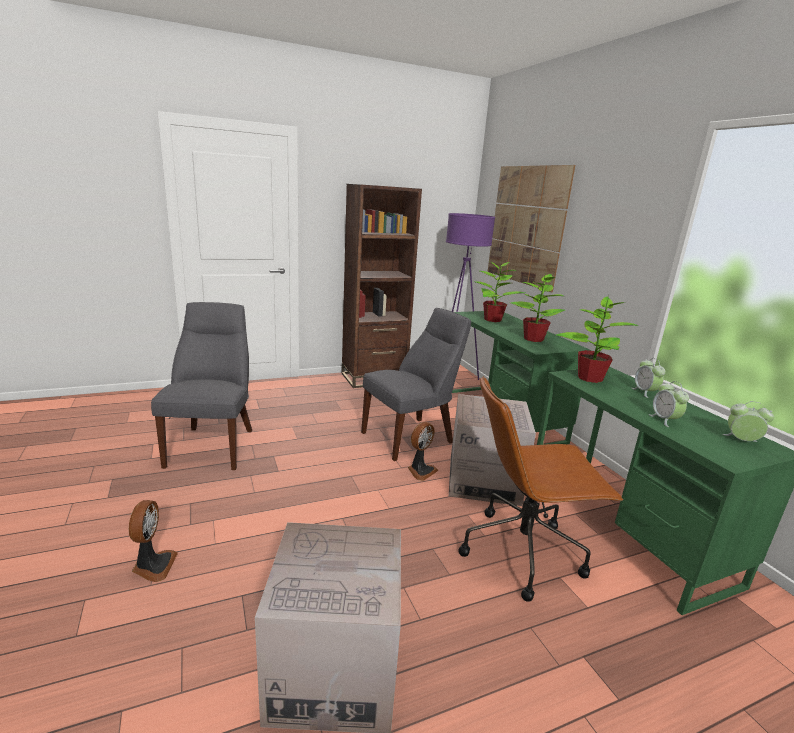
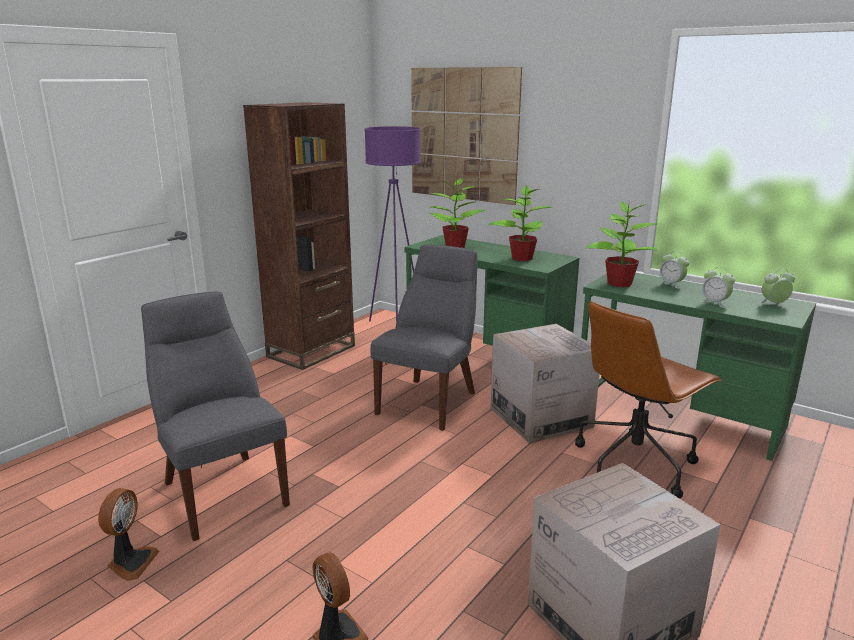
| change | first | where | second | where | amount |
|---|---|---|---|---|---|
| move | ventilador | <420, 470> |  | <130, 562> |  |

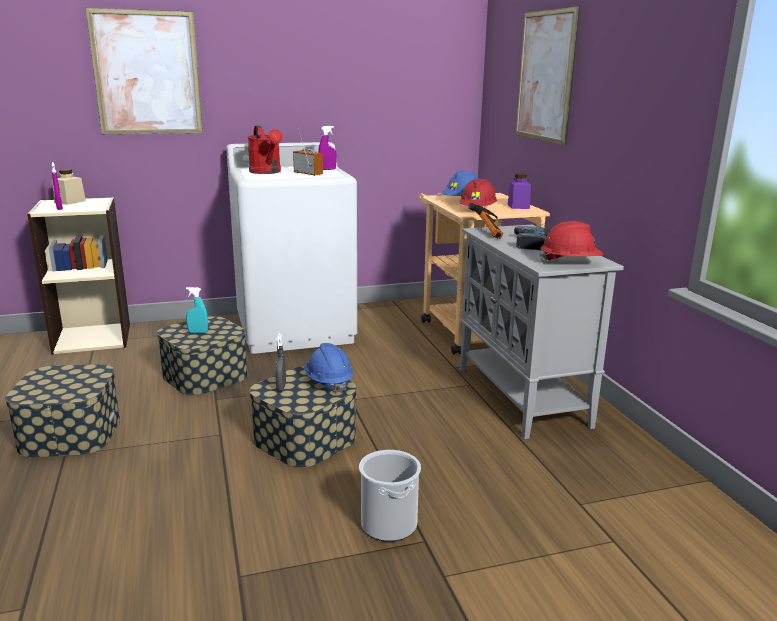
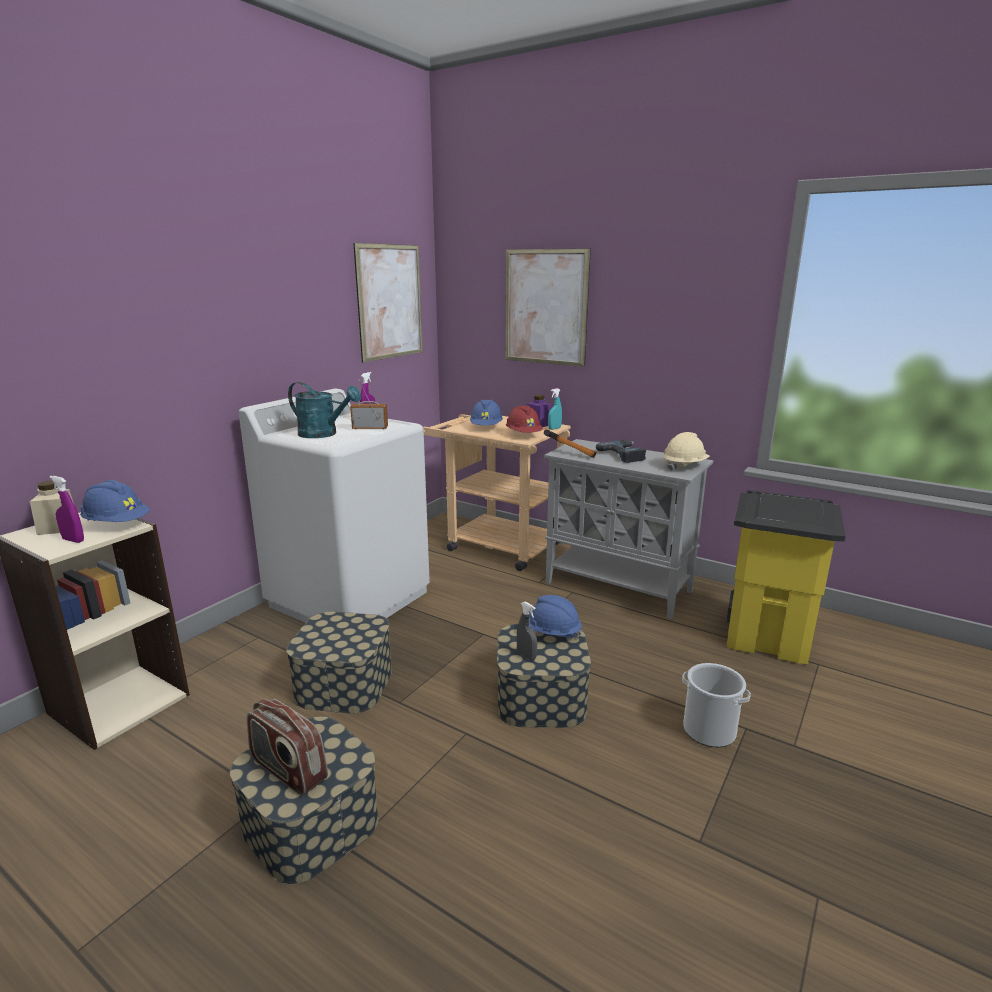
| change | first | where | second | where | amount |
|---|---|---|---|---|---|
| insert |  |  | casco (azul) | <117, 524> |  |
| insert |  |  | radio | <288, 770> |  |
| recolor | regadera (rojo) | <267, 172> | regadera (turquesa) | <324, 434> |  |
| move | cuadro | <147, 73> |  | <390, 302> |  |
| move | pulverizador (turquesa) | <198, 332> |  | <554, 428> |  |
| recolor | casco (rojo) | <570, 262> | casco (beis) | <684, 466> |  |
| insert |  |  | papelera (amarillo) | <768, 638> |  |

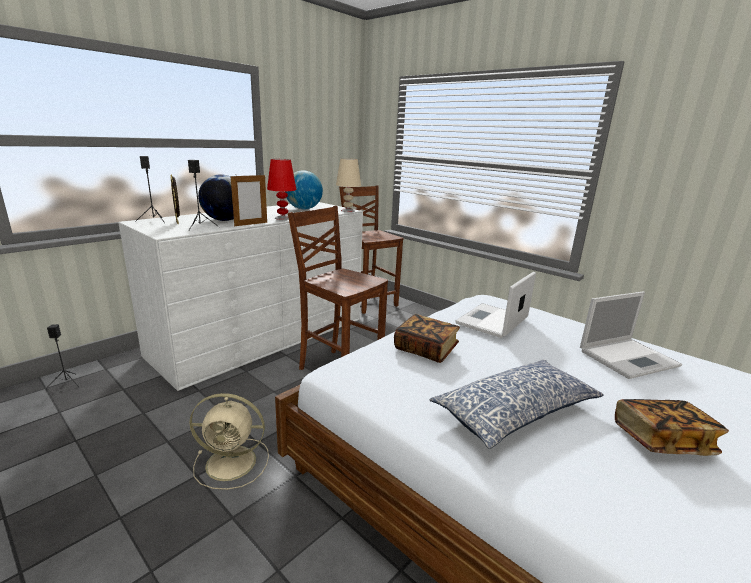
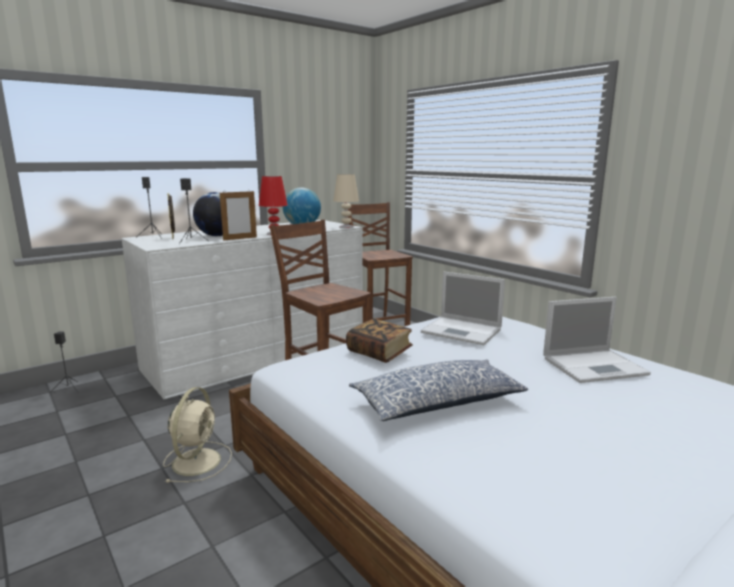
| change | first | where | second | where | amount |
|---|---|---|---|---|---|
| rotate | ventilador (beis) | <233, 463> |  | <197, 460> | 90 degrees counterclockwise |
| rotate | portátil | <492, 321> |  | <463, 331> | 105 degrees counterclockwise |
| delete | libro | <661, 440> |  |  |  |

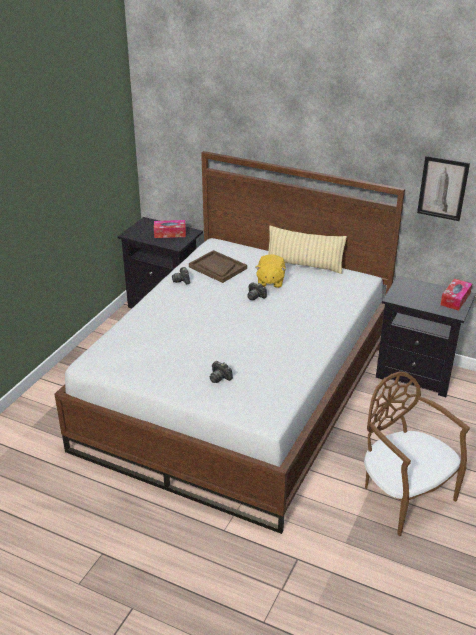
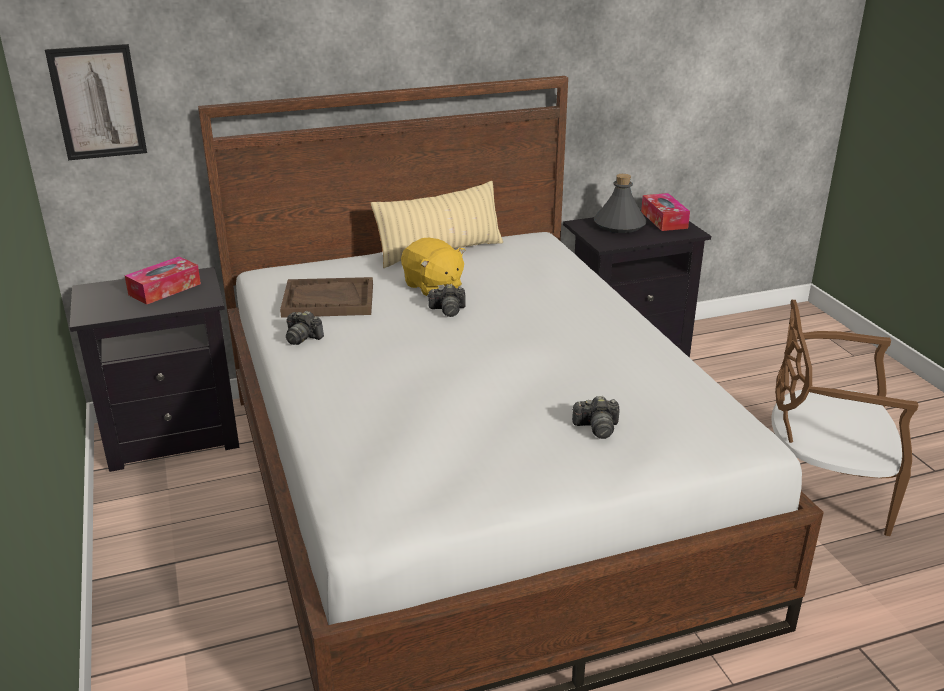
| change | first | where | second | where | amount |
|---|---|---|---|---|---|
| move | cuadro | <442, 188> |  | <98, 102> |  |
| insert |  |  | botella (gris) | <619, 225> |  |

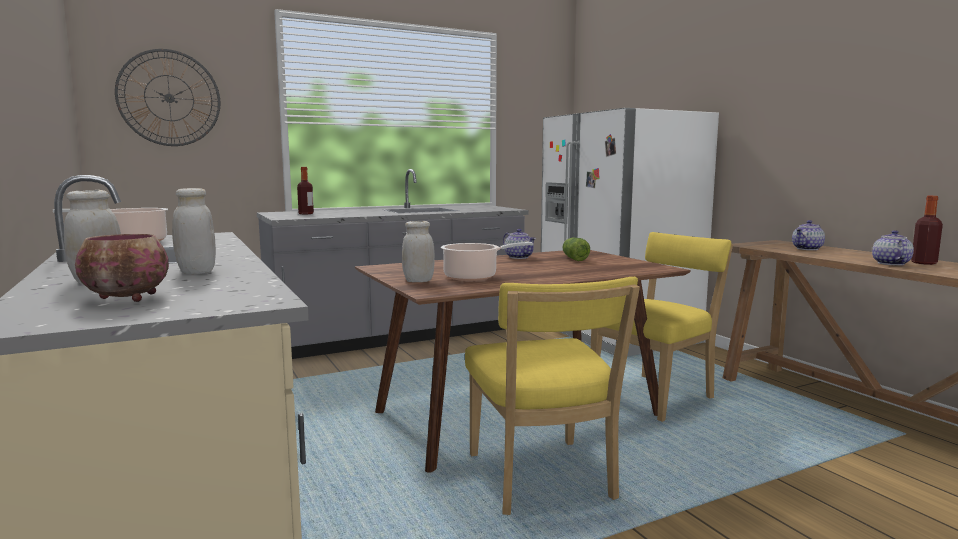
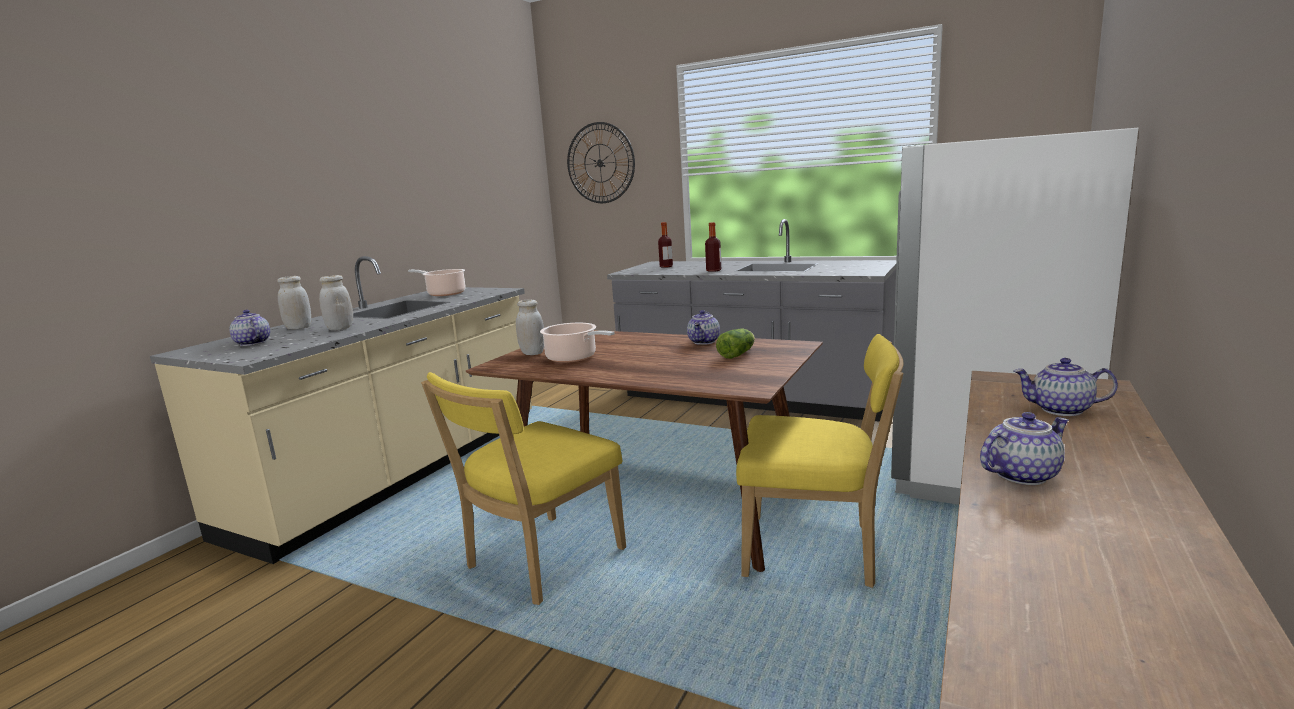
| change | first | where | second | where | amount |
|---|---|---|---|---|---|
| replace | cuenco | <128, 298> | tetera | <251, 343> |  |
| move | botella | <924, 263> |  | <713, 270> |  |

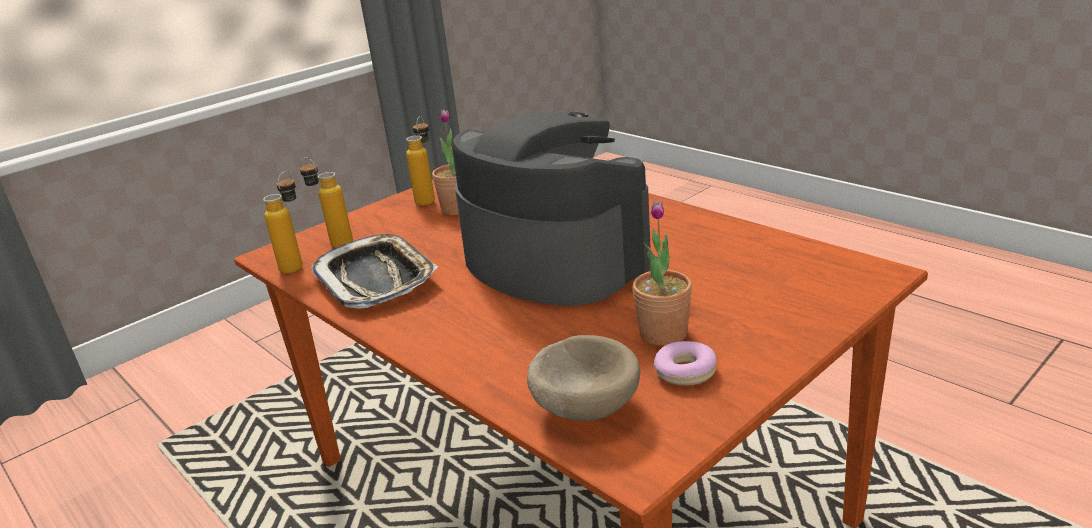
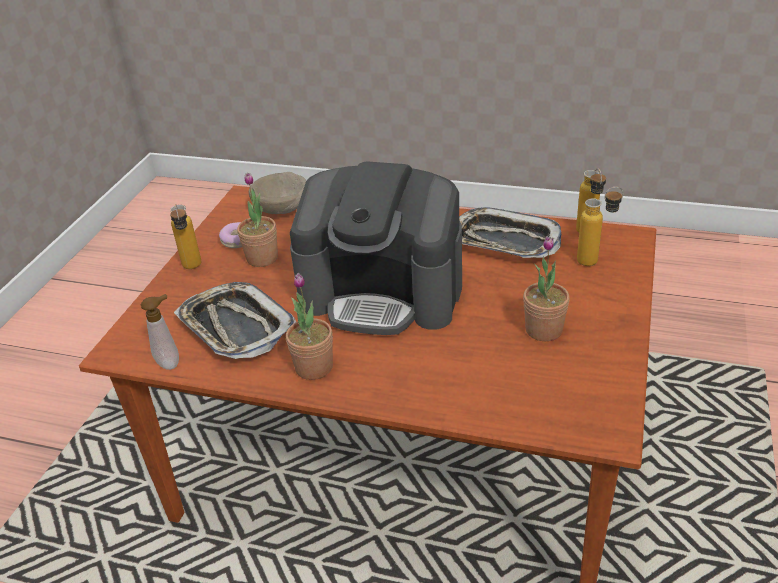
| change | first | where | second | where | amount |
|---|---|---|---|---|---|
| insert |  |  | dispensador de jabón | <170, 362> |  |
| move | botella | <428, 199> |  | <192, 269> |  |
| insert |  |  | bandeja | <236, 327> |  |
| insert |  |  | planta en maceta | <314, 367> |  |

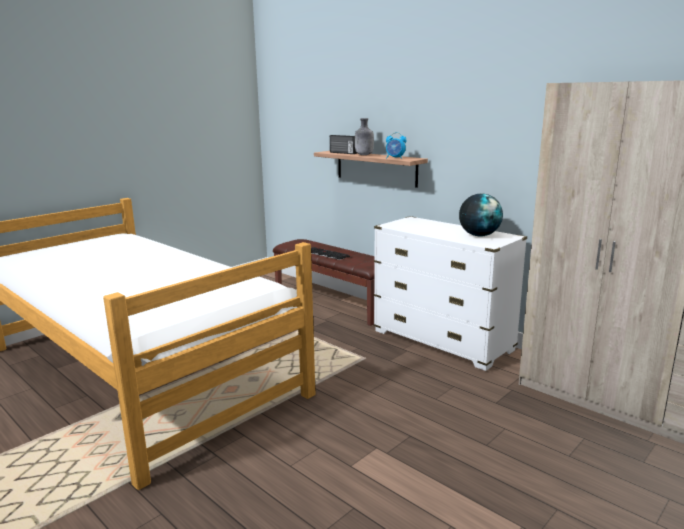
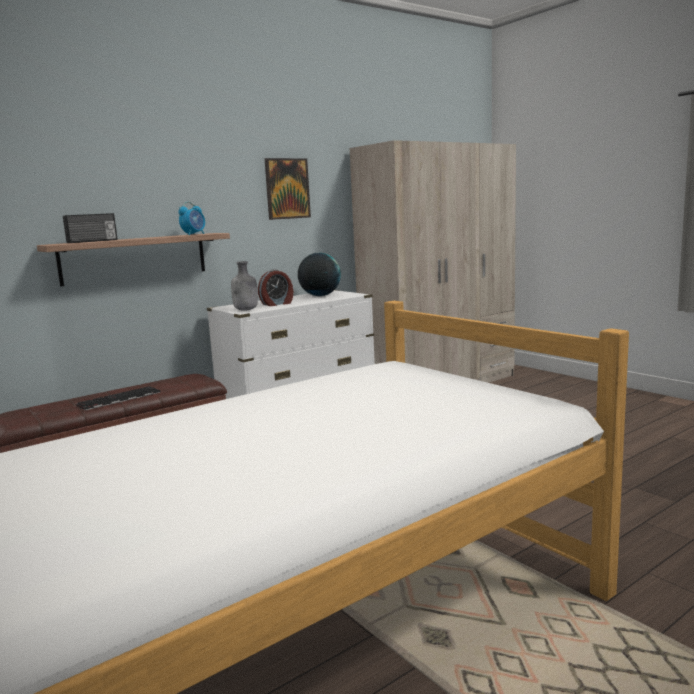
| change | first | where | second | where | amount |
|---|---|---|---|---|---|
| move | botella (gris) | <364, 155> |  | <246, 310> |  |
| insert |  |  | despertador | <277, 304> |  |
| insert |  |  | cuadro | <287, 188> |  |

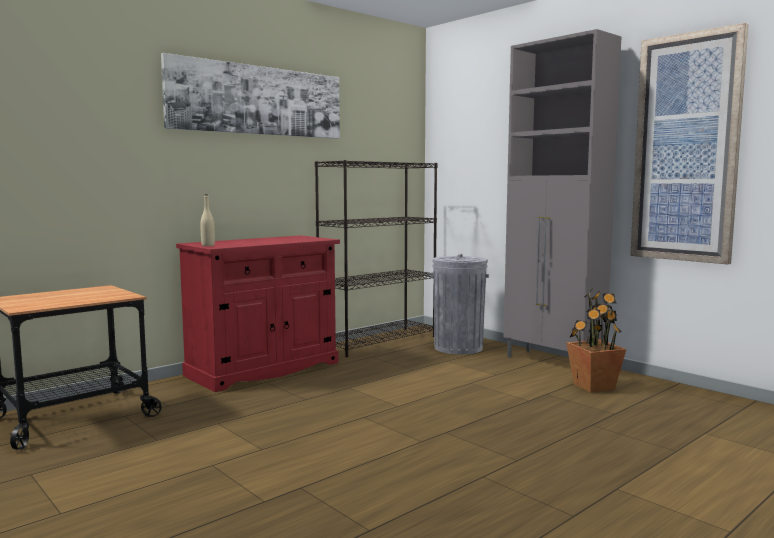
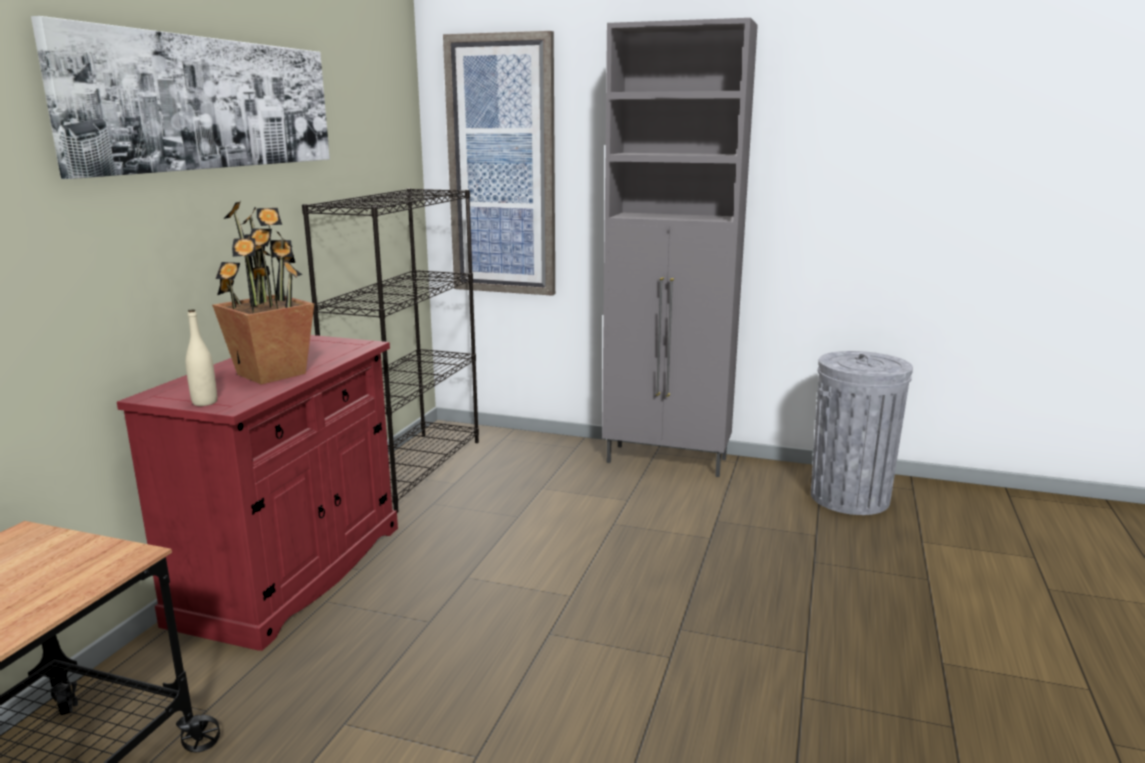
| change | first | where | second | where | amount |
|---|---|---|---|---|---|
| move | planta en maceta | <594, 386> |  | <272, 373> |  |
| move | cuadro | <686, 149> |  | <502, 168> |  |
| move | papelera (gris) | <458, 348> |  | <849, 497> |  |

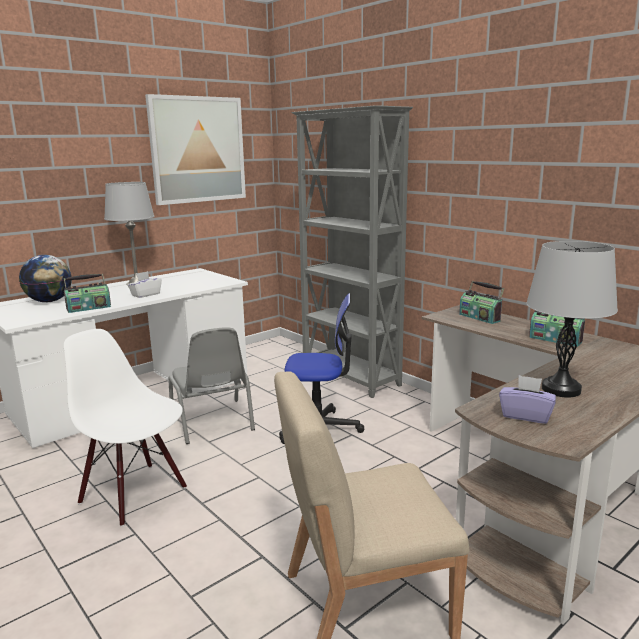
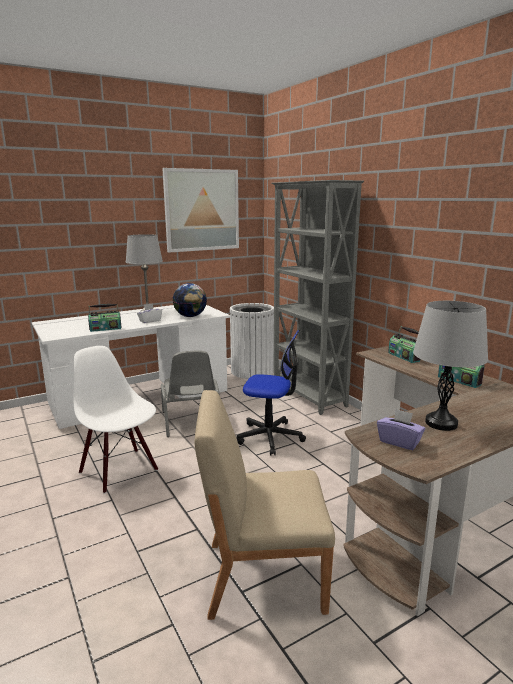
| change | first | where | second | where | amount |
|---|---|---|---|---|---|
| move | globo terráqueo | <49, 301> |  | <190, 316> |  |
| insert |  |  | papelera (blanco) | <252, 371> |  |

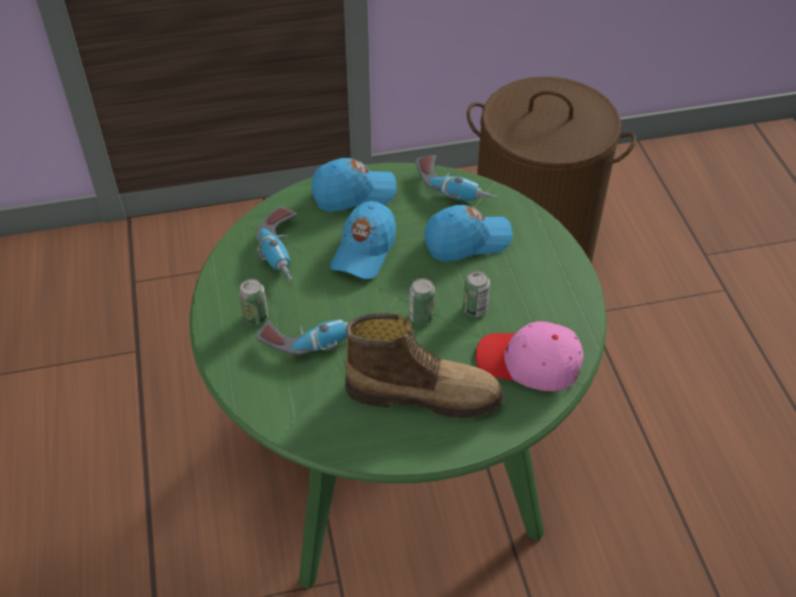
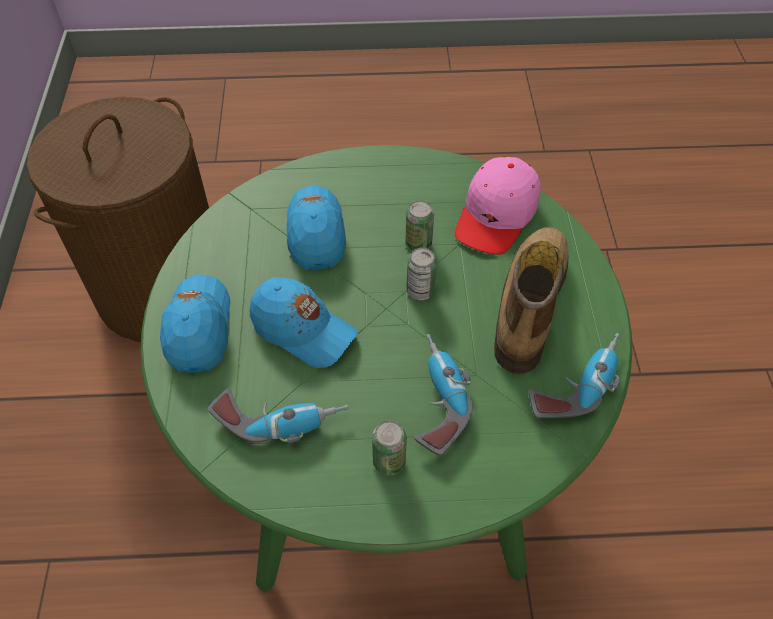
| change | first | where | second | where | amount |
|---|---|---|---|---|---|
| move | taladro | <455, 188> |  | <577, 384> |  |

